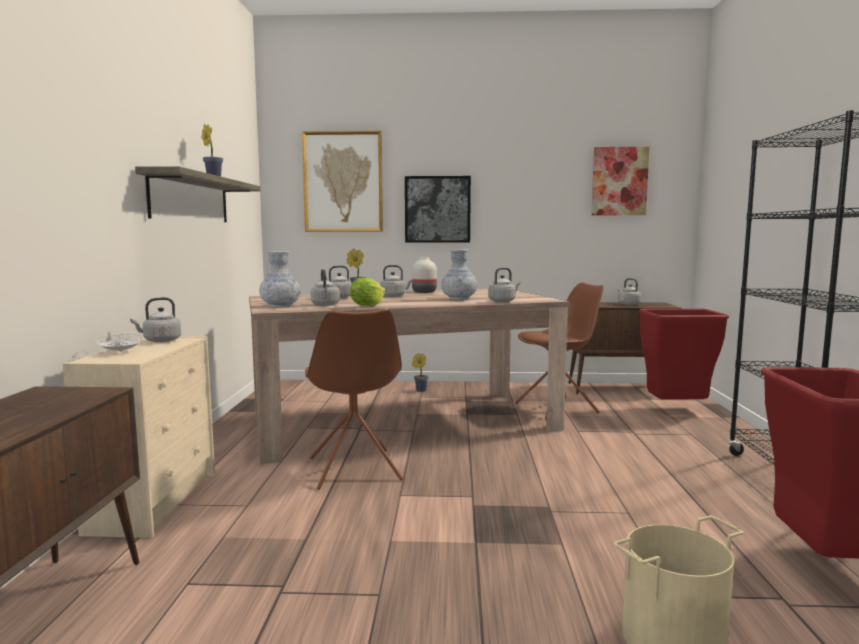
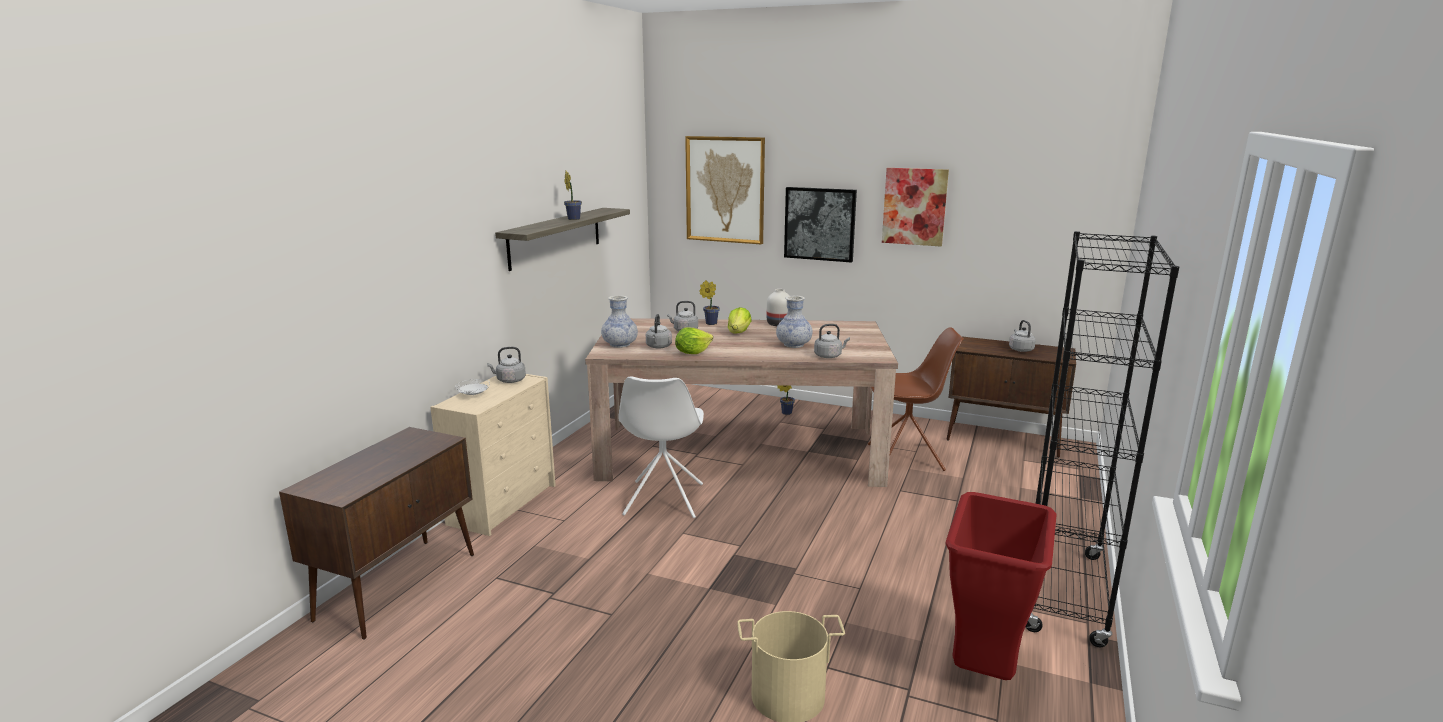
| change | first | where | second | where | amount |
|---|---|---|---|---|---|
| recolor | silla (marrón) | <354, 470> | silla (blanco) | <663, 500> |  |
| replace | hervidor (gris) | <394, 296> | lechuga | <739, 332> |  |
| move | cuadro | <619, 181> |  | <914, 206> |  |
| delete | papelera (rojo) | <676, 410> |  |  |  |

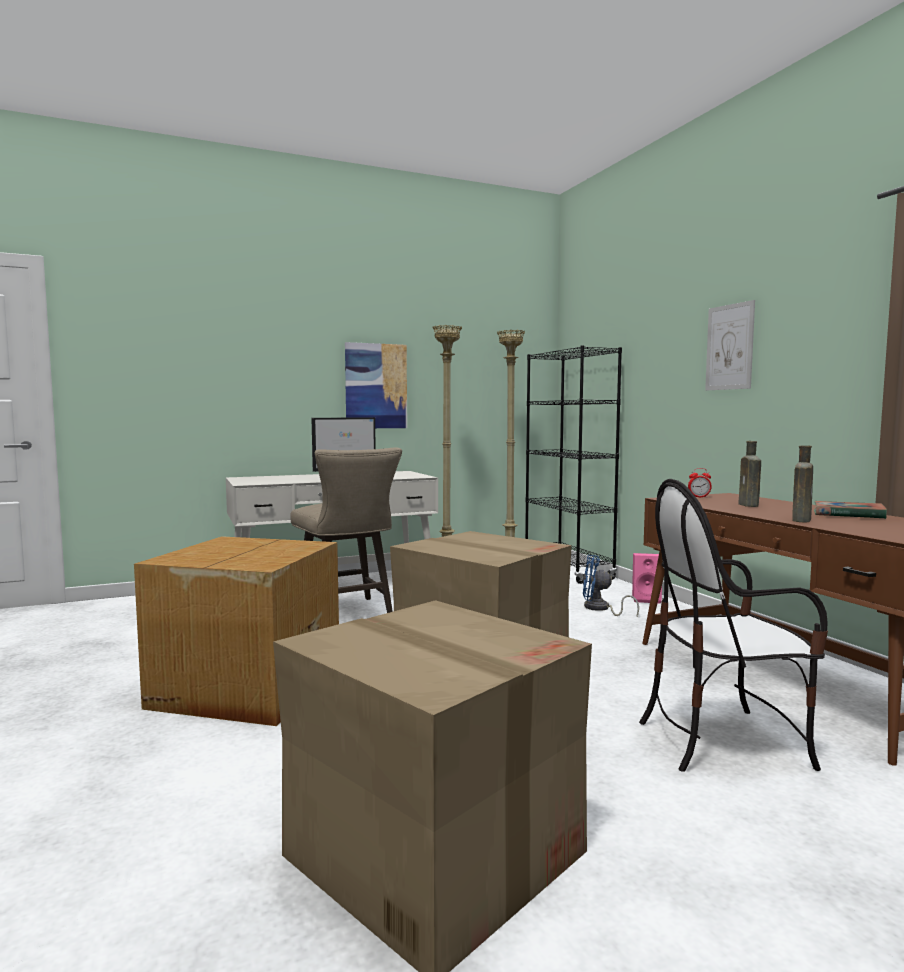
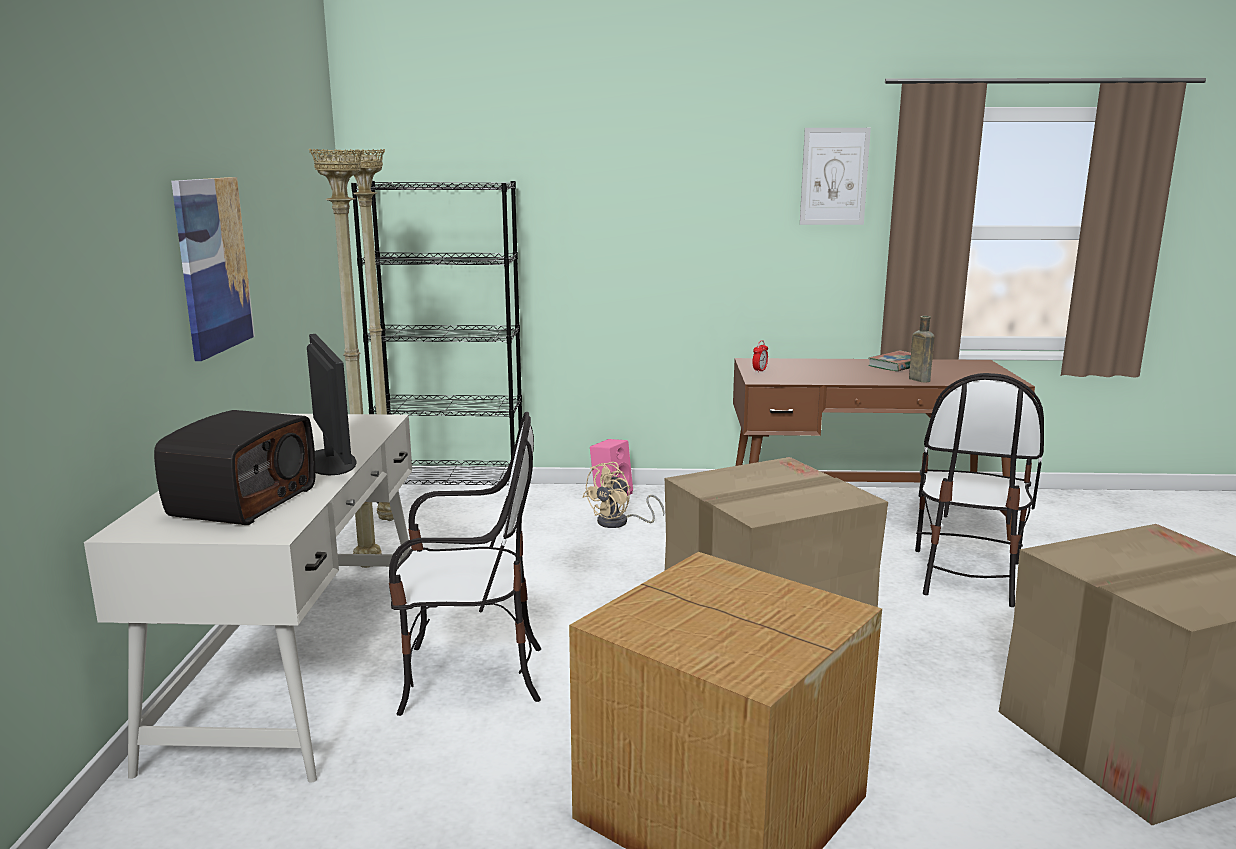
| change | first | where | second | where | amount |
|---|---|---|---|---|---|
| insert |  |  | radio | <242, 501> |  |
| replace | taburete (beis) | <347, 615> | silla | <469, 677> |  |
| recolor | ventilador (azul) | <600, 609> | ventilador (beis) | <619, 522> |  |
| move | cuadro | <729, 347> |  | <834, 176> |  |
| delete | botella (marrón) | <749, 505> |  |  |  |

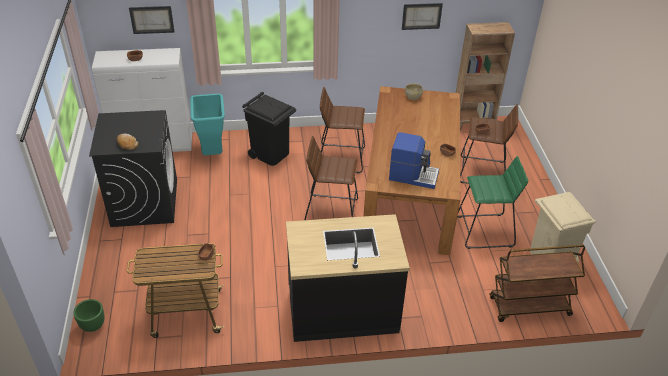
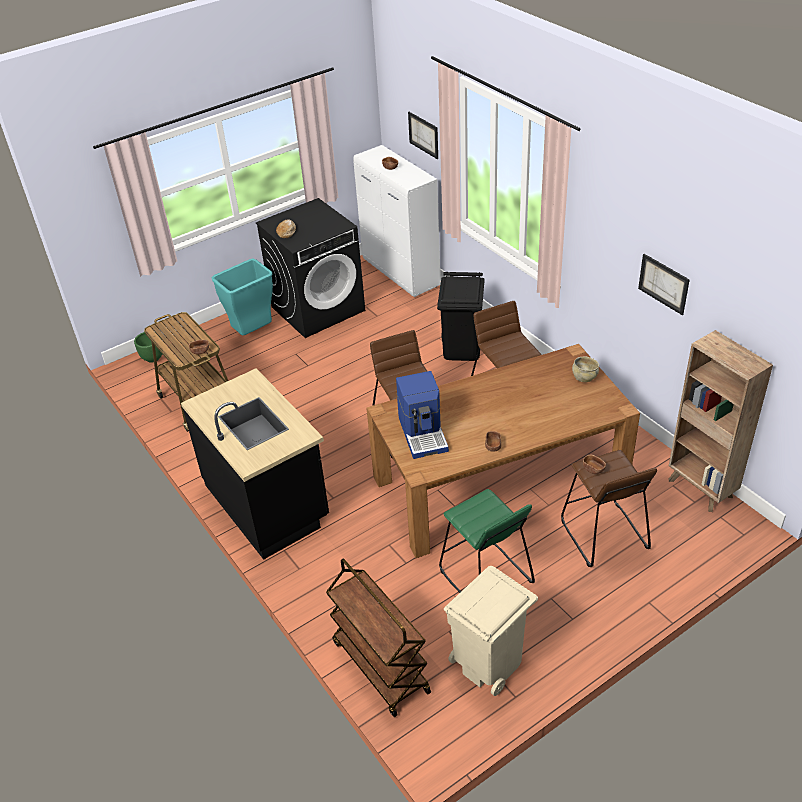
| change | first | where | second | where | amount |
|---|---|---|---|---|---|
| move | papelera (turquesa) | <213, 153> |  | <253, 333> |  |

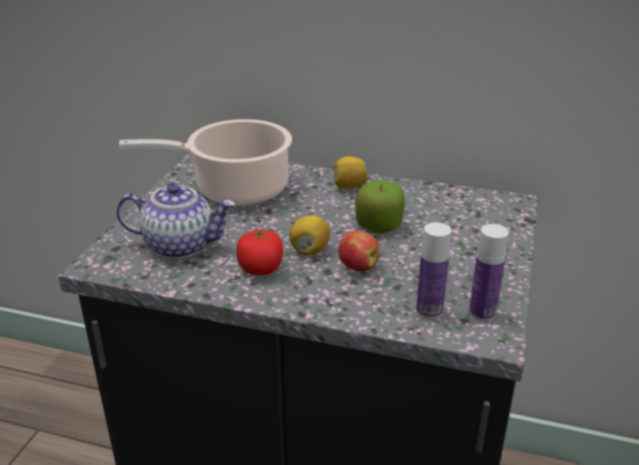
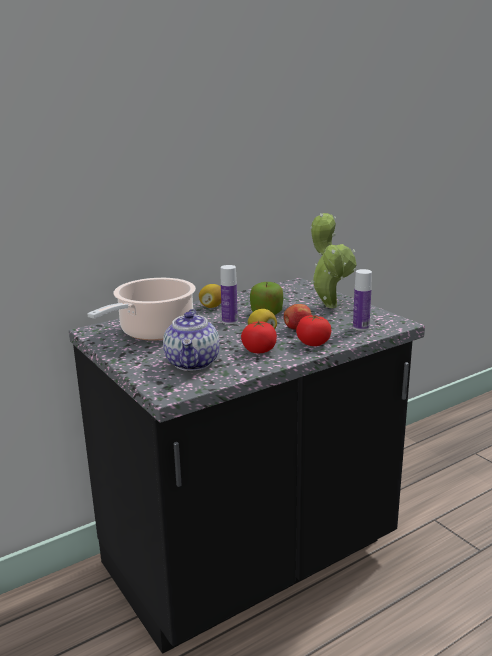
| change | first | where | second | where | amount |
|---|---|---|---|---|---|
| rotate | tetera | <180, 245> |  | <193, 363> | 135 degrees clockwise |
| move | botella | <482, 312> |  | <229, 321> |  |
| insert |  |  | tomate | <313, 343> |  |
| insert |  |  | planta en maceta | <329, 304> |  |

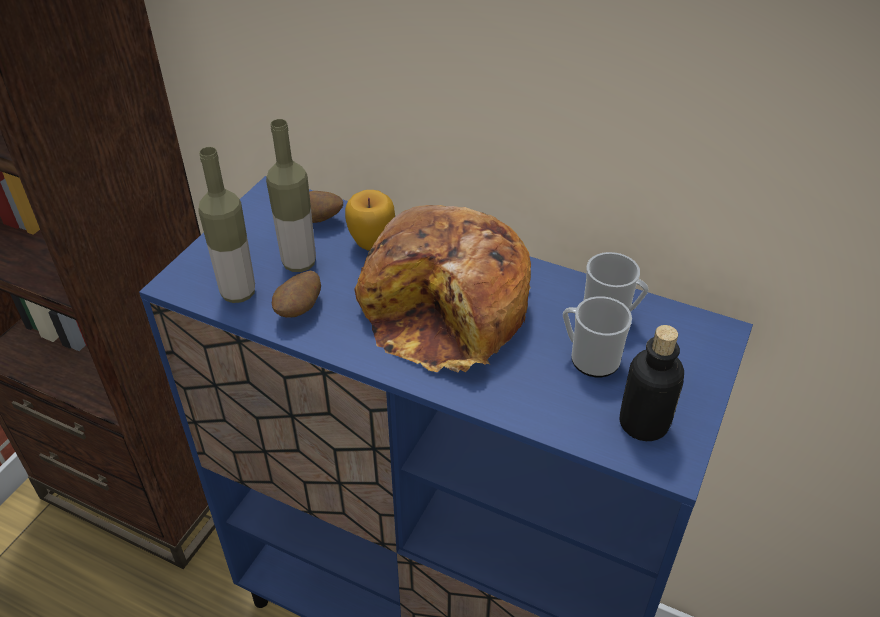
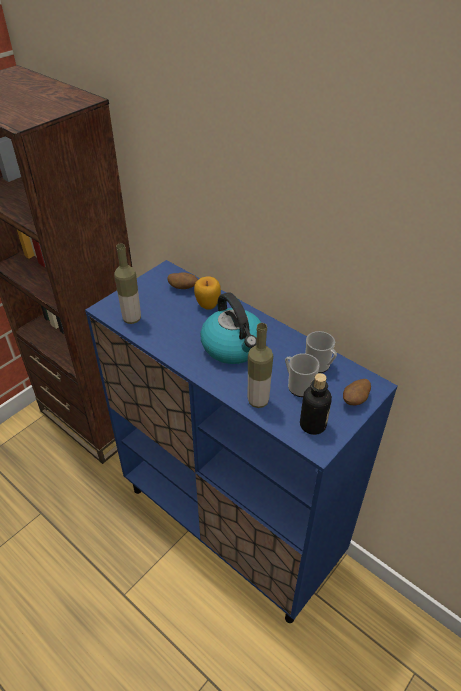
| change | first | where | second | where | amount |
|---|---|---|---|---|---|
| replace | pan | <448, 310> | hervidor | <234, 347> |  |
| move | botella | <299, 263> |  | <258, 401> |  |
| move | patata | <299, 310> |  | <355, 400> |  |

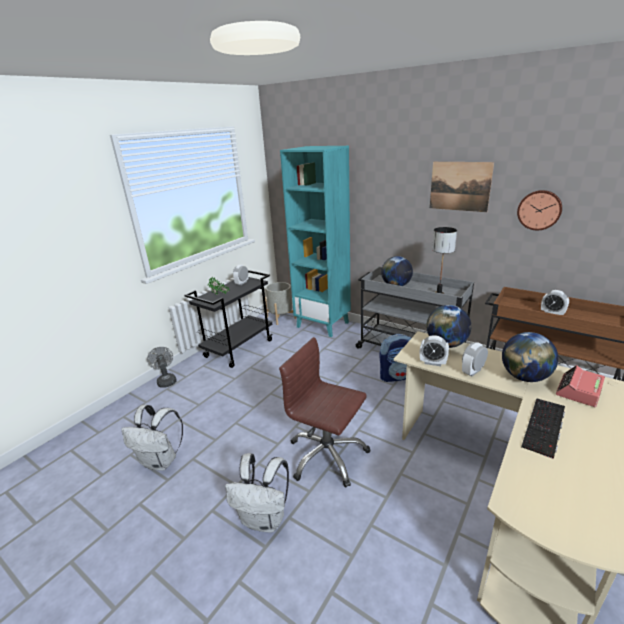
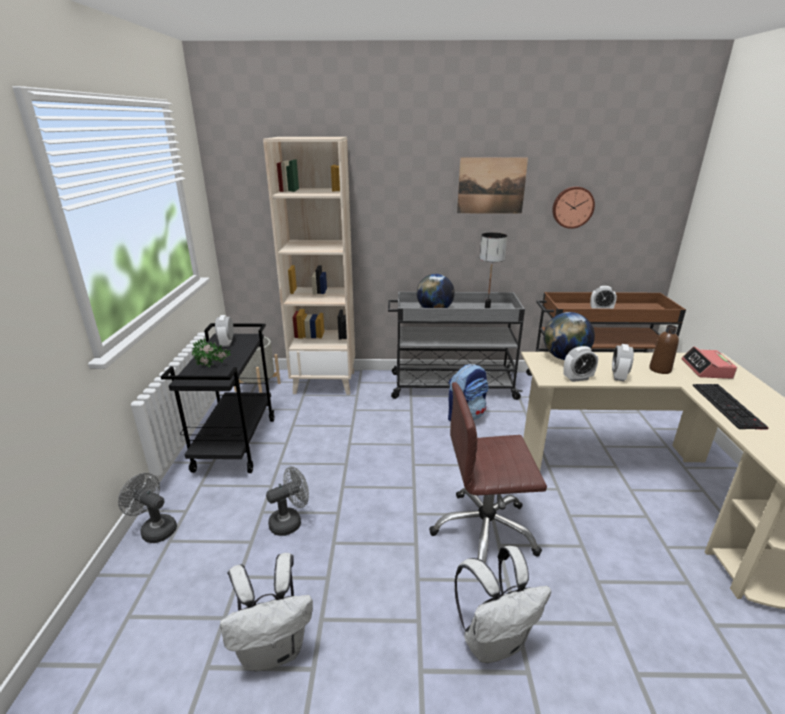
| change | first | where | second | where | amount |
|---|---|---|---|---|---|
| recolor | estantería (turquesa) | <323, 325> | estantería (beis) | <325, 382> |  |
| insert |  |  | ventilador (gris) | <290, 521> |  |
| replace | globo terráqueo | <524, 377> | botella (marrón) | <660, 369> |  |

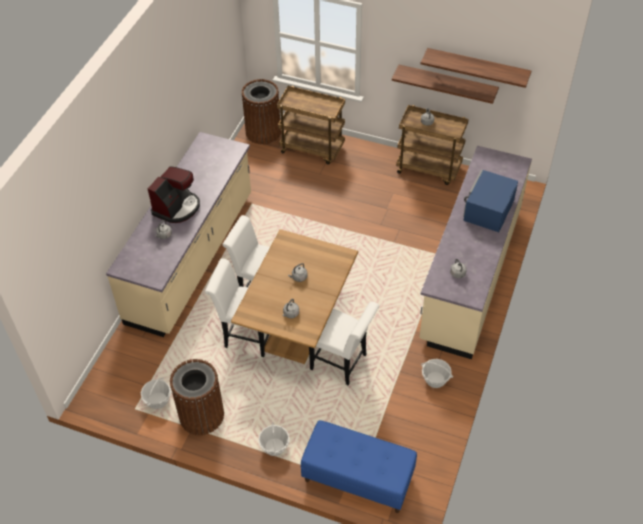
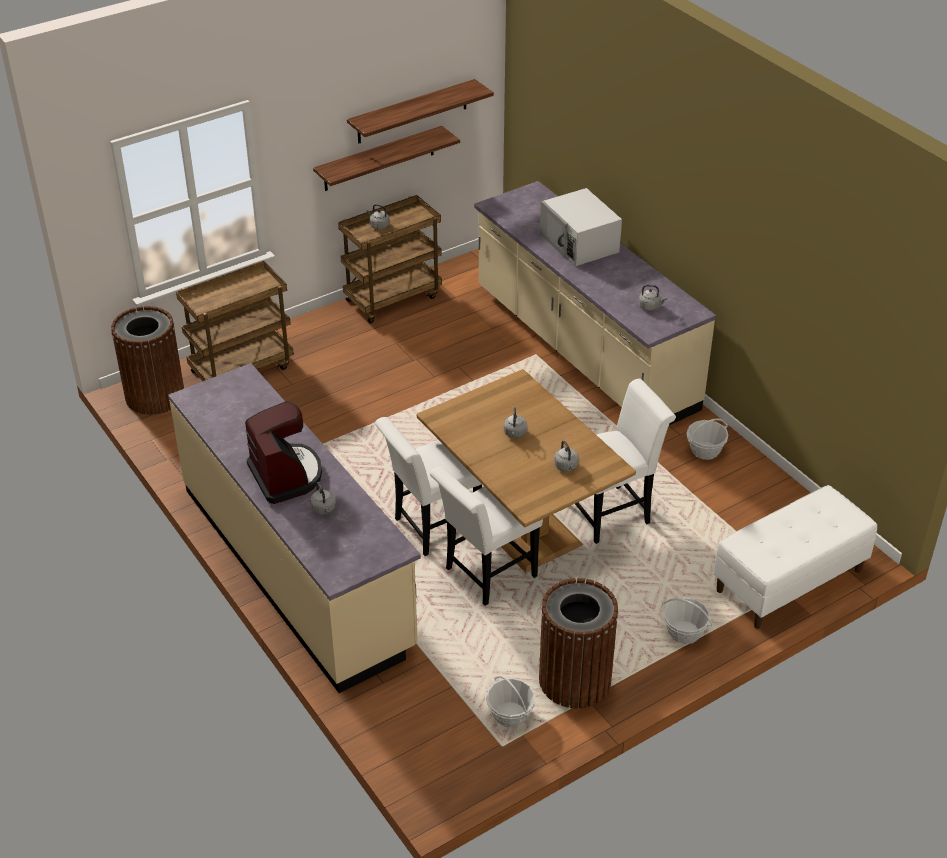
| change | first | where | second | where | amount |
|---|---|---|---|---|---|
| recolor | microondas (azul) | <488, 210> | microondas (blanco) | <579, 243> |  |
| recolor | banco (azul) | <357, 478> | banco (blanco) | <789, 581> |  |

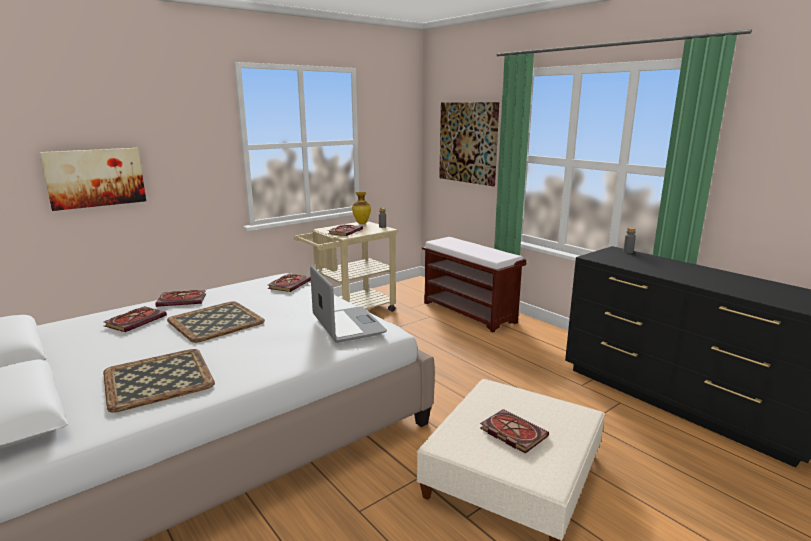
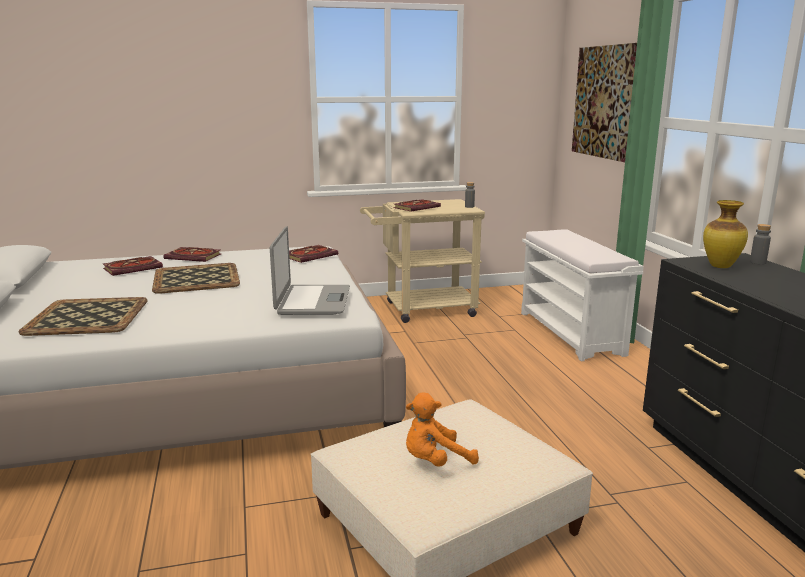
| change | first | where | second | where | amount |
|---|---|---|---|---|---|
| replace | libro | <511, 432> | peluche (naranja) | <435, 461> |  |
| recolor | banco (marrón) | <469, 312> | banco (blanco) | <571, 333> |  |
| move | florero | <362, 223> |  | <720, 267> |  |
| delete | cuadro | <95, 177> |  |  |  |

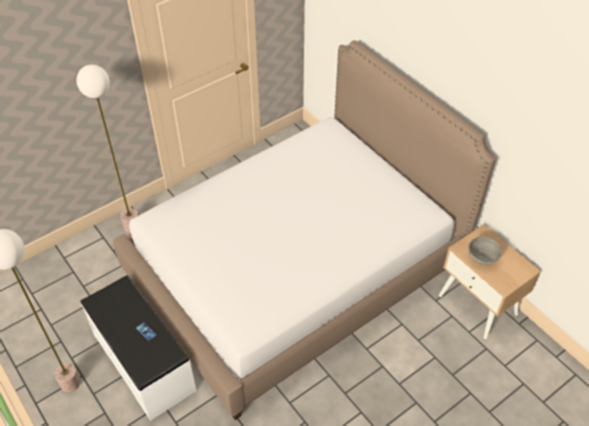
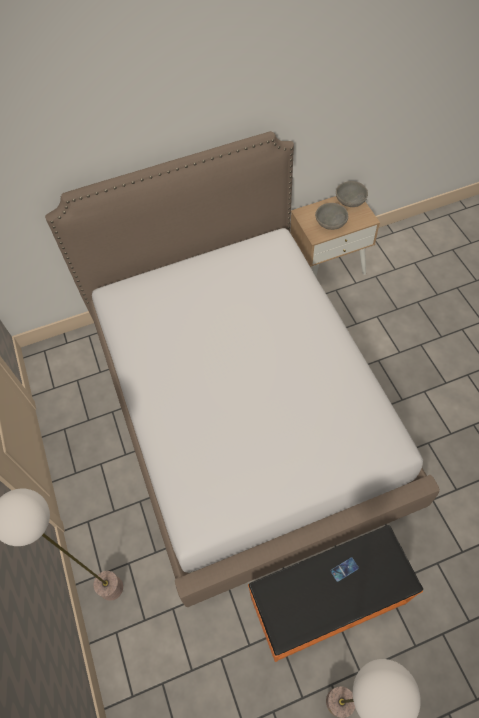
| change | first | where | second | where | amount |
|---|---|---|---|---|---|
| recolor | banco (blanco) | <144, 361> | banco (naranja) | <327, 599> |  |
| insert |  |  | cuenco (gris) | <350, 201> |  |

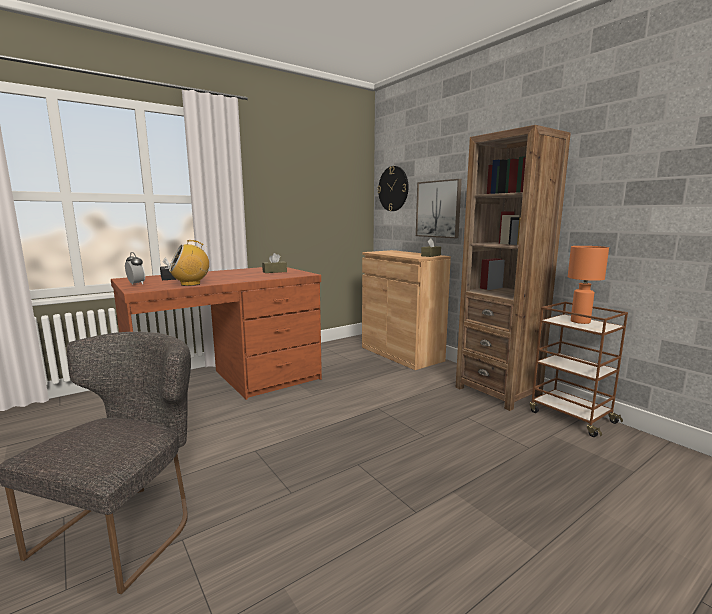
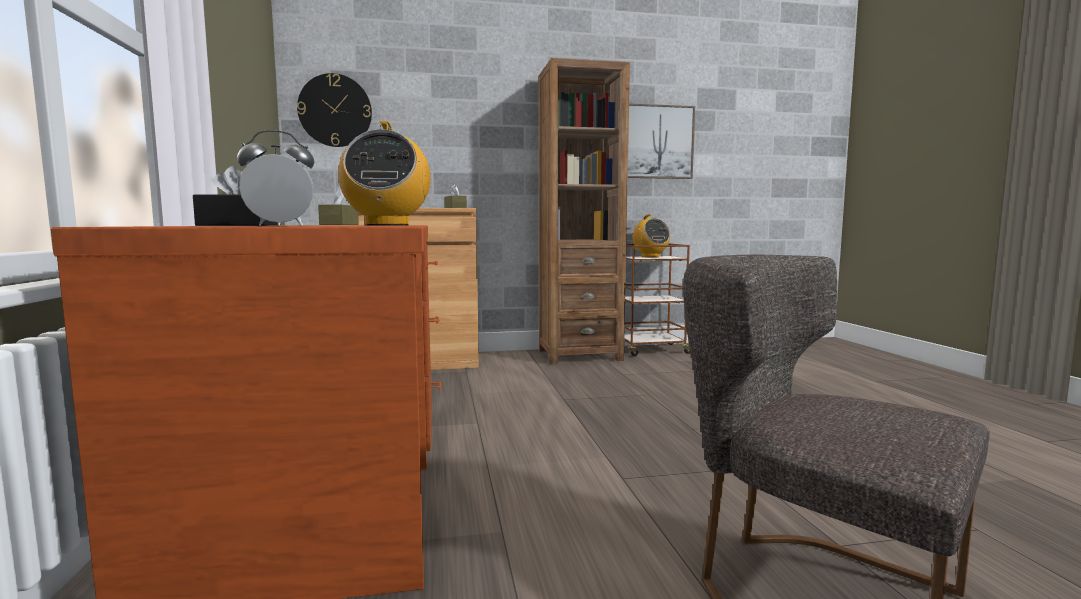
| change | first | where | second | where | amount |
|---|---|---|---|---|---|
| move | cuadro | <438, 209> |  | <658, 142> |  |
| replace | lámpara de mesa (naranja) | <580, 321> | radio | <650, 257> |  |

